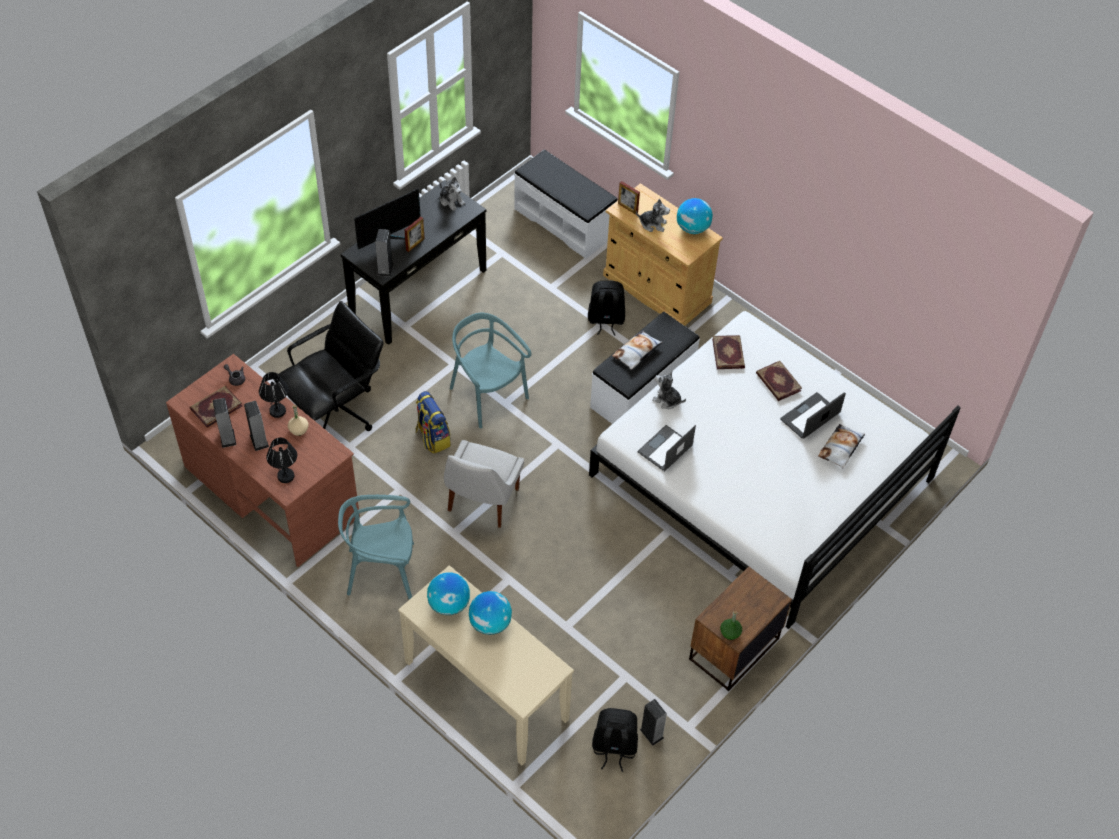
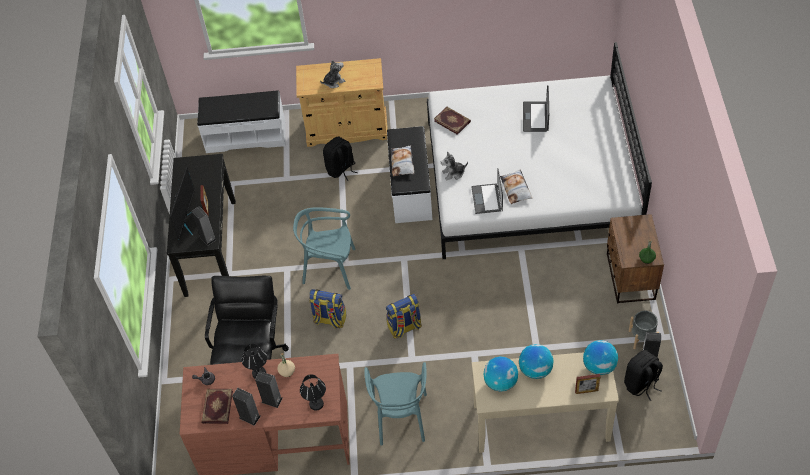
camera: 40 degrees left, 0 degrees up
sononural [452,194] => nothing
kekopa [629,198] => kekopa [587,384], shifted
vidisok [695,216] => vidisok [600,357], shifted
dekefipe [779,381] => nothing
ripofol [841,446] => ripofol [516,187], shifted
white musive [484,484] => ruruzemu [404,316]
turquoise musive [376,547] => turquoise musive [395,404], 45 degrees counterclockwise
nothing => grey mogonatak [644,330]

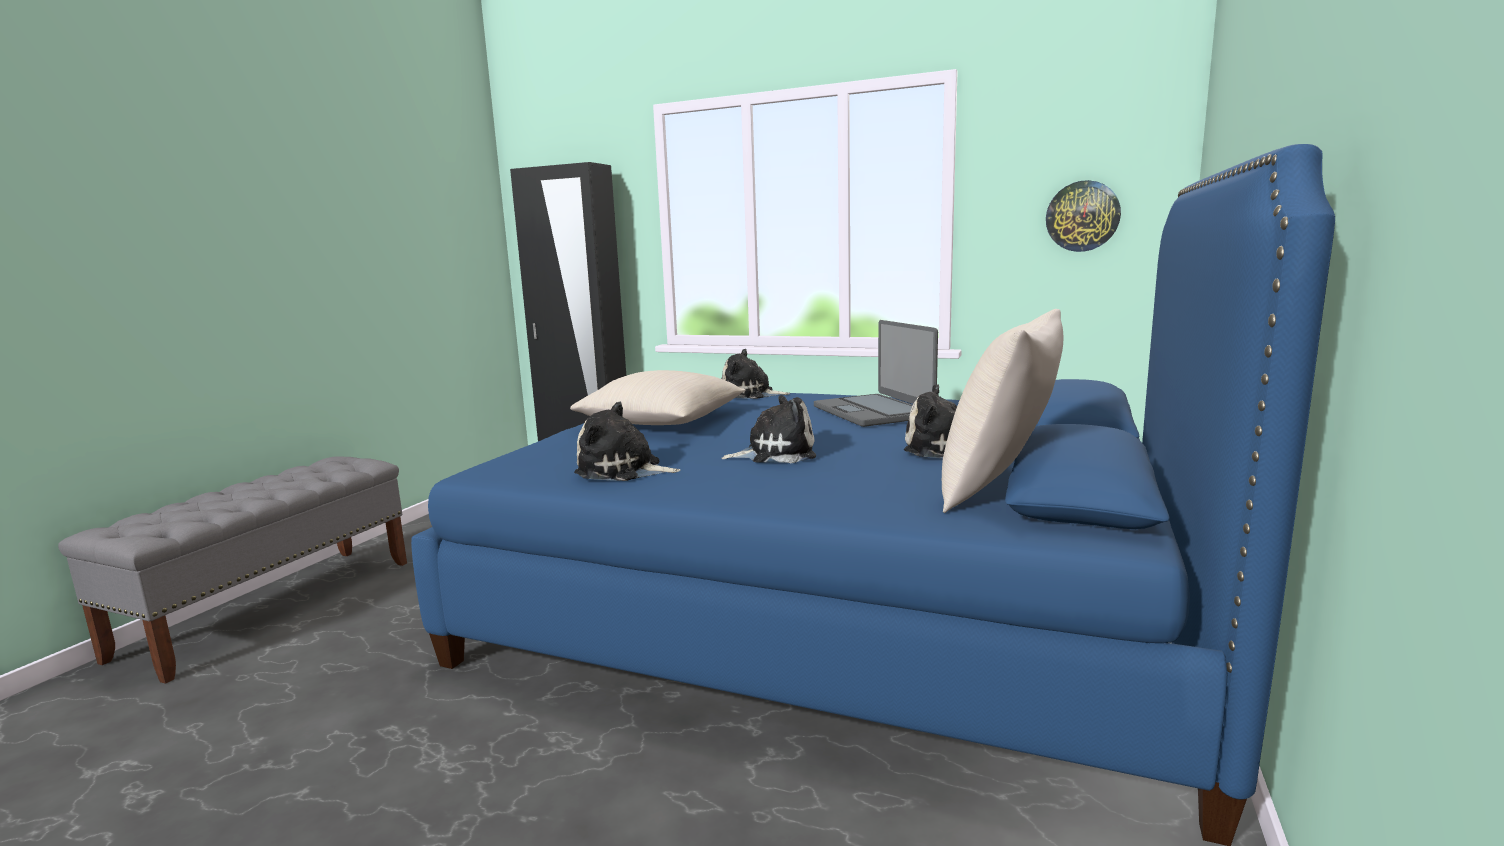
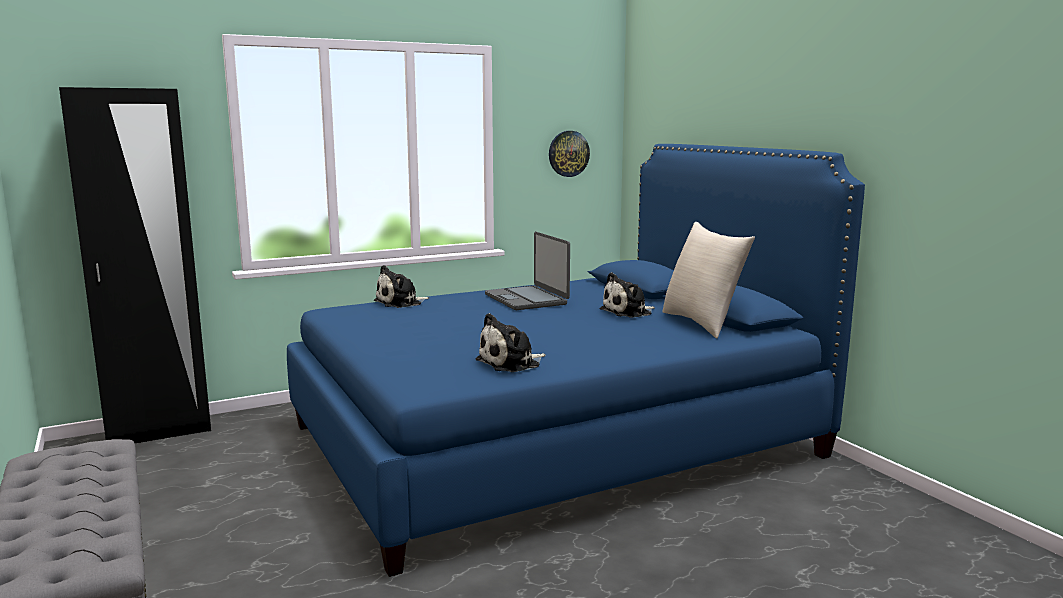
camera: 50 degrees left, 0 degrees up
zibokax [876,373] => zibokax [527,271], 45 degrees clockwise
beige ripofol [658,397] => nothing
sononural [768,429] => nothing

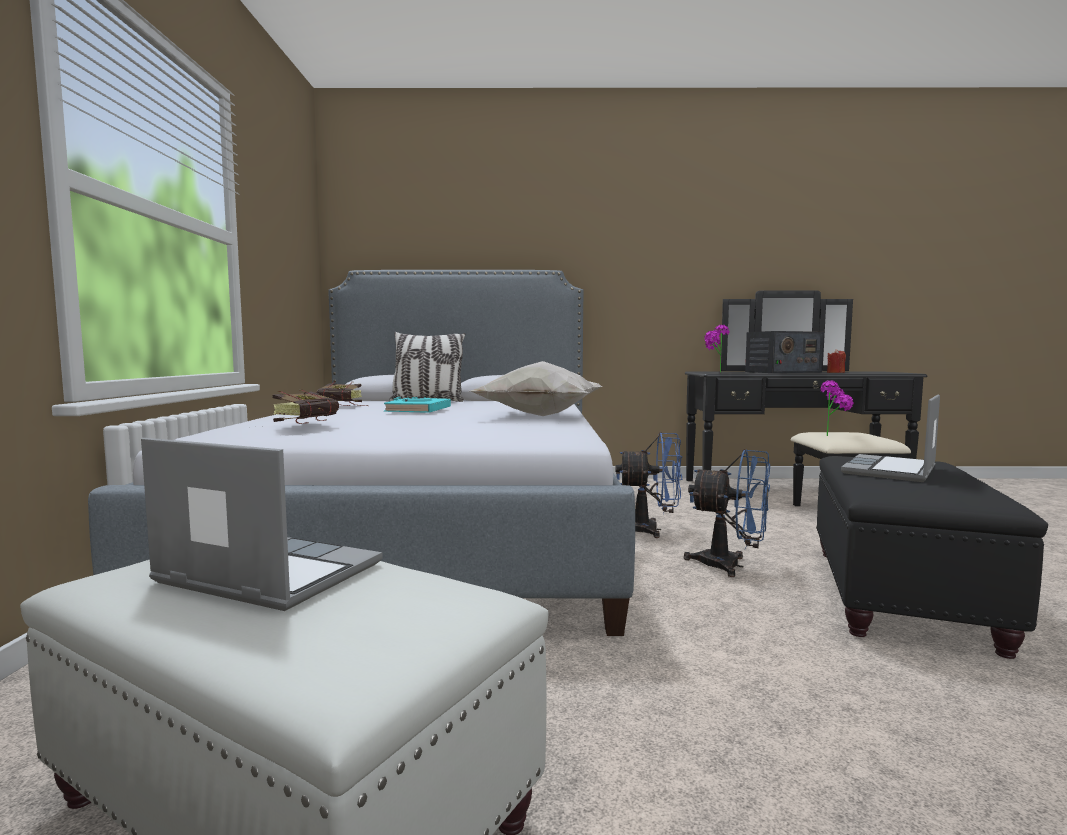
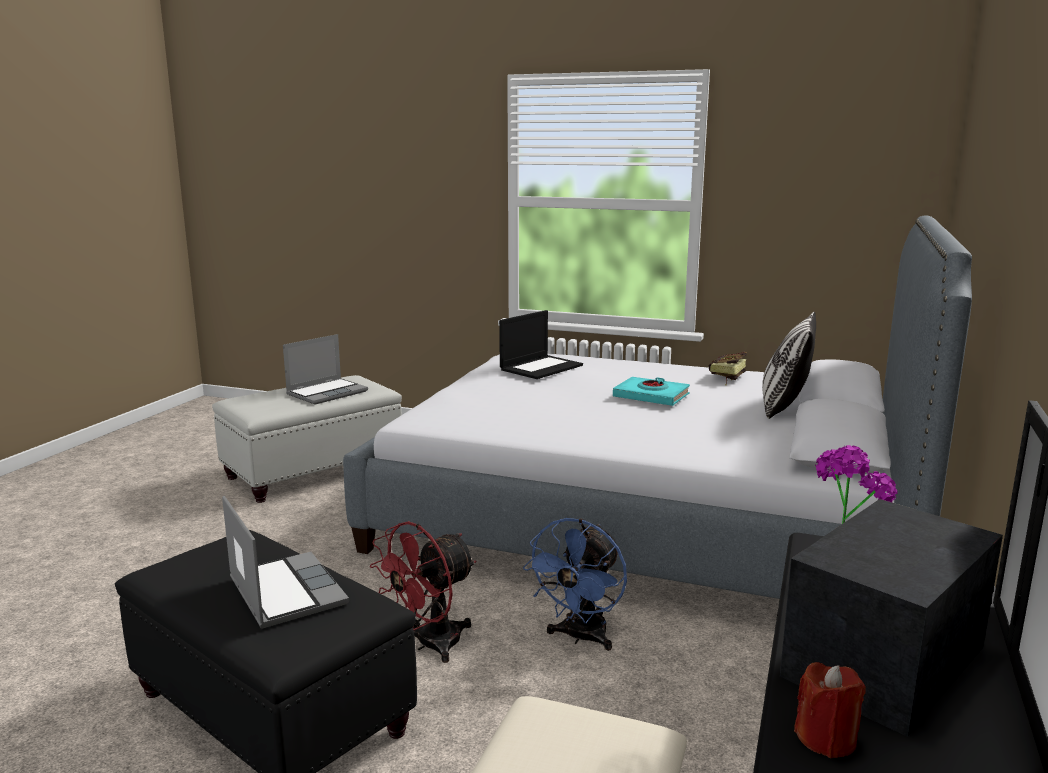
camera: 110 degrees right, 10 degrees up
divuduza [784,352] => divuduza [891,618], 45 degrees clockwise
white ripofol [536,388] => nothing
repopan [837,408] => nothing
dekefipe [305,406] => zibokax [541,344]
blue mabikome [727,513] => red mabikome [423,592]

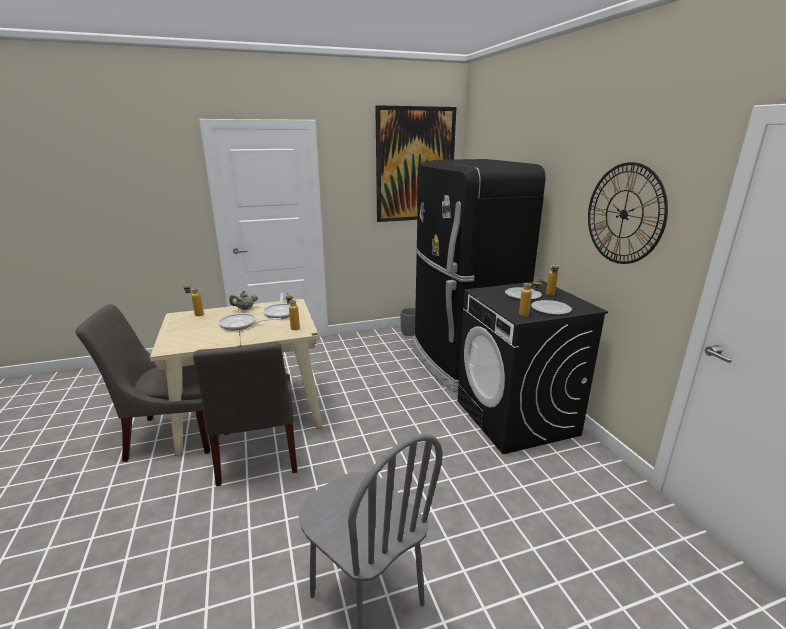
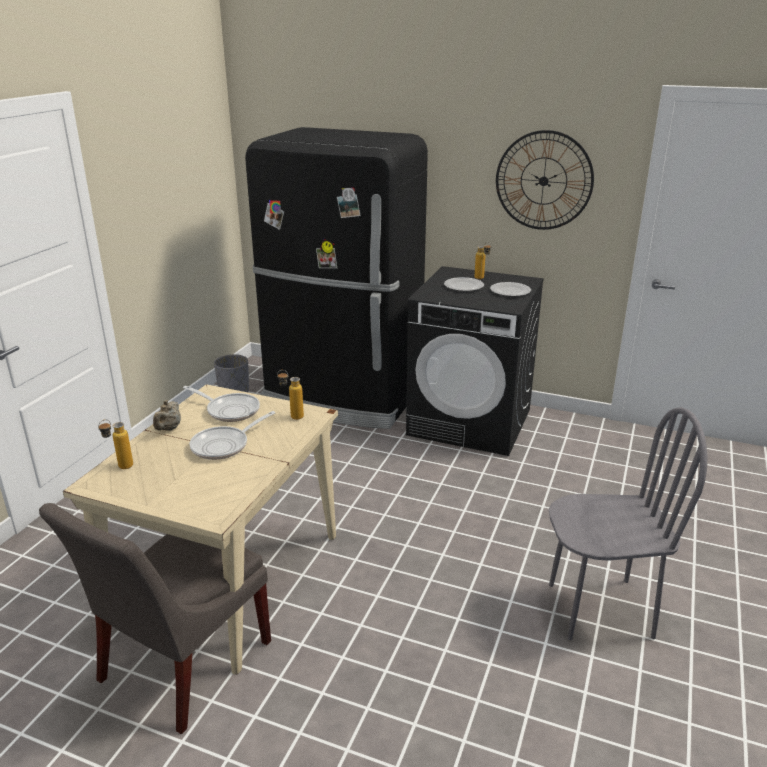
camera: 50 degrees left, 5 degrees up
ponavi [416,163] => nothing
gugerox [530,297] => nothing
grey musive [245,414] => nothing

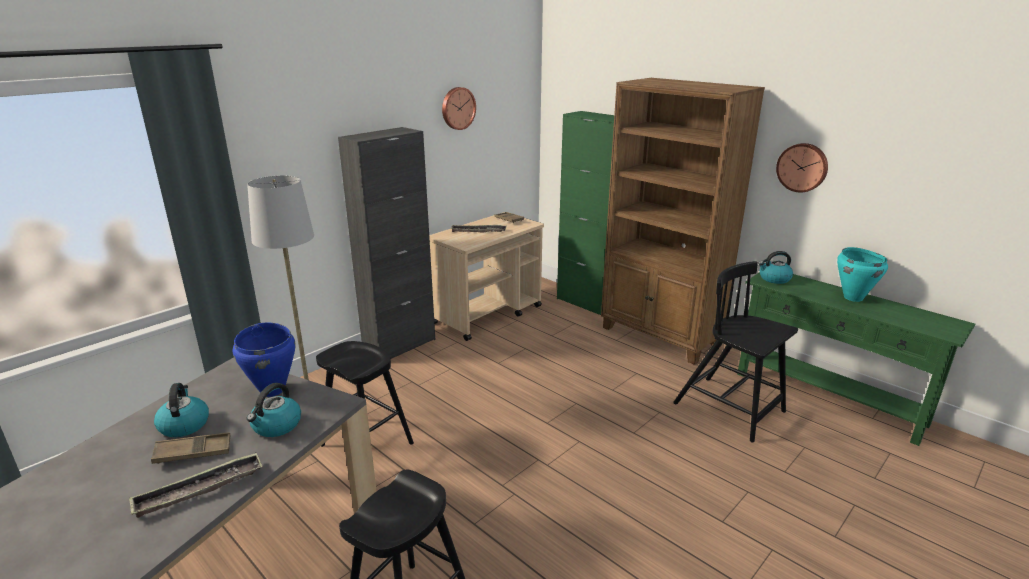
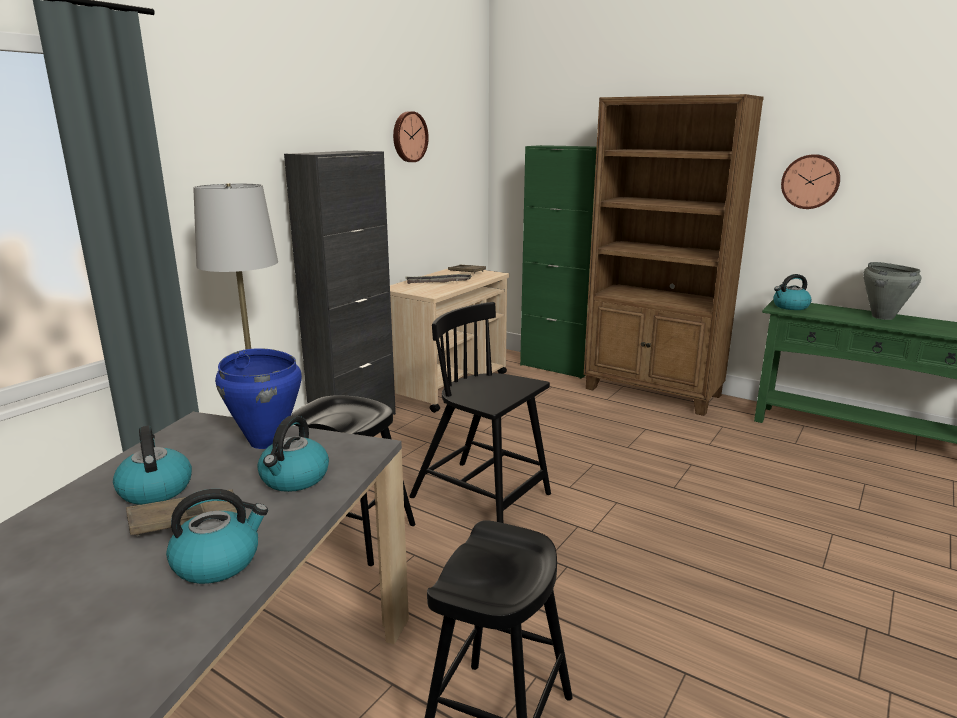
camera: 10 degrees left, 5 degrees down
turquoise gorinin [862,274] => grey gorinin [893,291]
black musive [735,351] => black musive [480,412], shifted
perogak [195,485] => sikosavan [217,536]

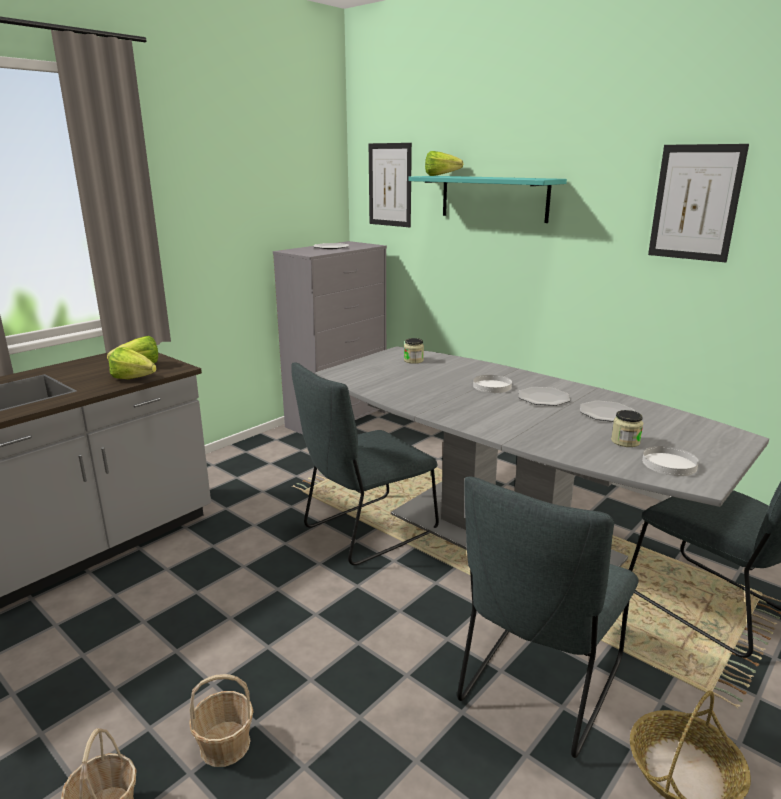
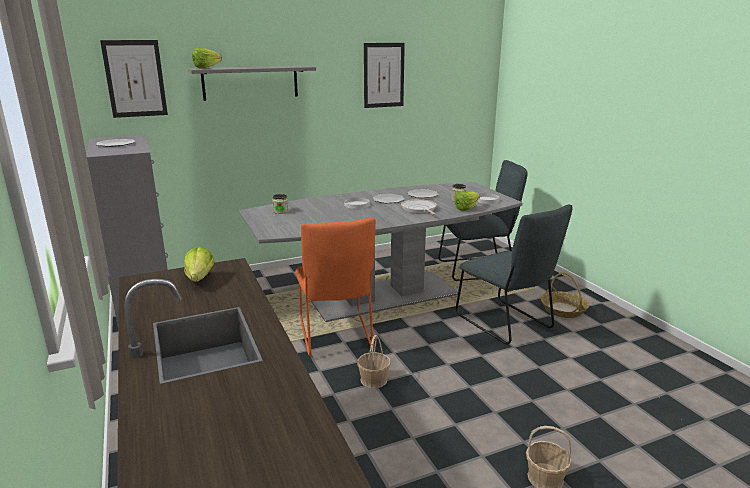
camera: 65 degrees left, 0 degrees up
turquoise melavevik [487,199] => grey melavevik [252,83]
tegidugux [133,363] => tegidugux [467,201], shifted
grey musive [365,463] => orange musive [336,287]
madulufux [221,720] => madulufux [374,361], shifted
nothing => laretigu [419,207]

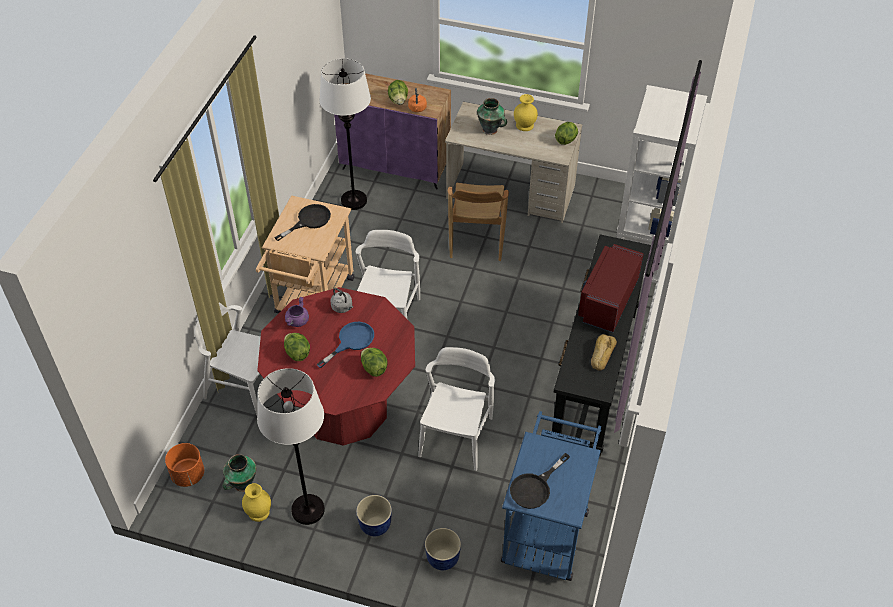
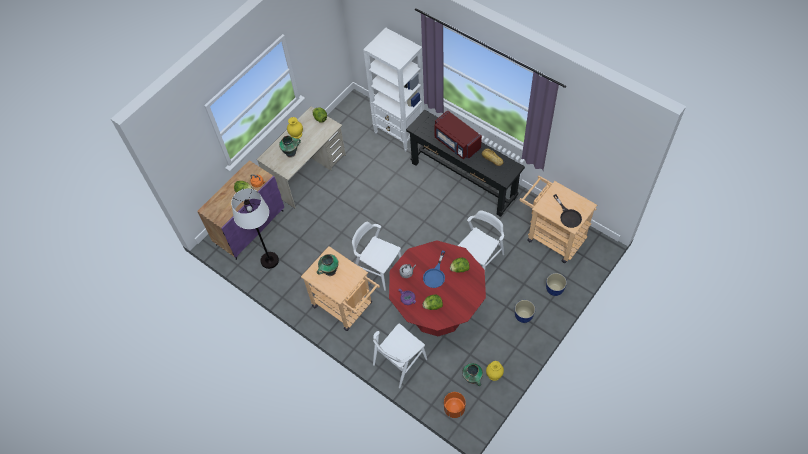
camera: 65 degrees left, 10 degrees up
brown musive [478,221] => nothing
black laretigu [302,222] => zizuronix [328,265]
blue laretigu [345,345] => blue laretigu [434,269], 135 degrees counterclockwise
white musive [456,409] => white musive [481,240], 90 degrees clockwise
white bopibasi [291,446] => nothing
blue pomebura [551,496] => beige pomebura [558,219]

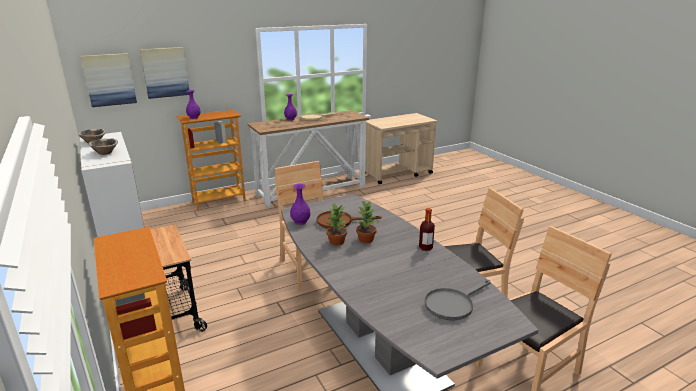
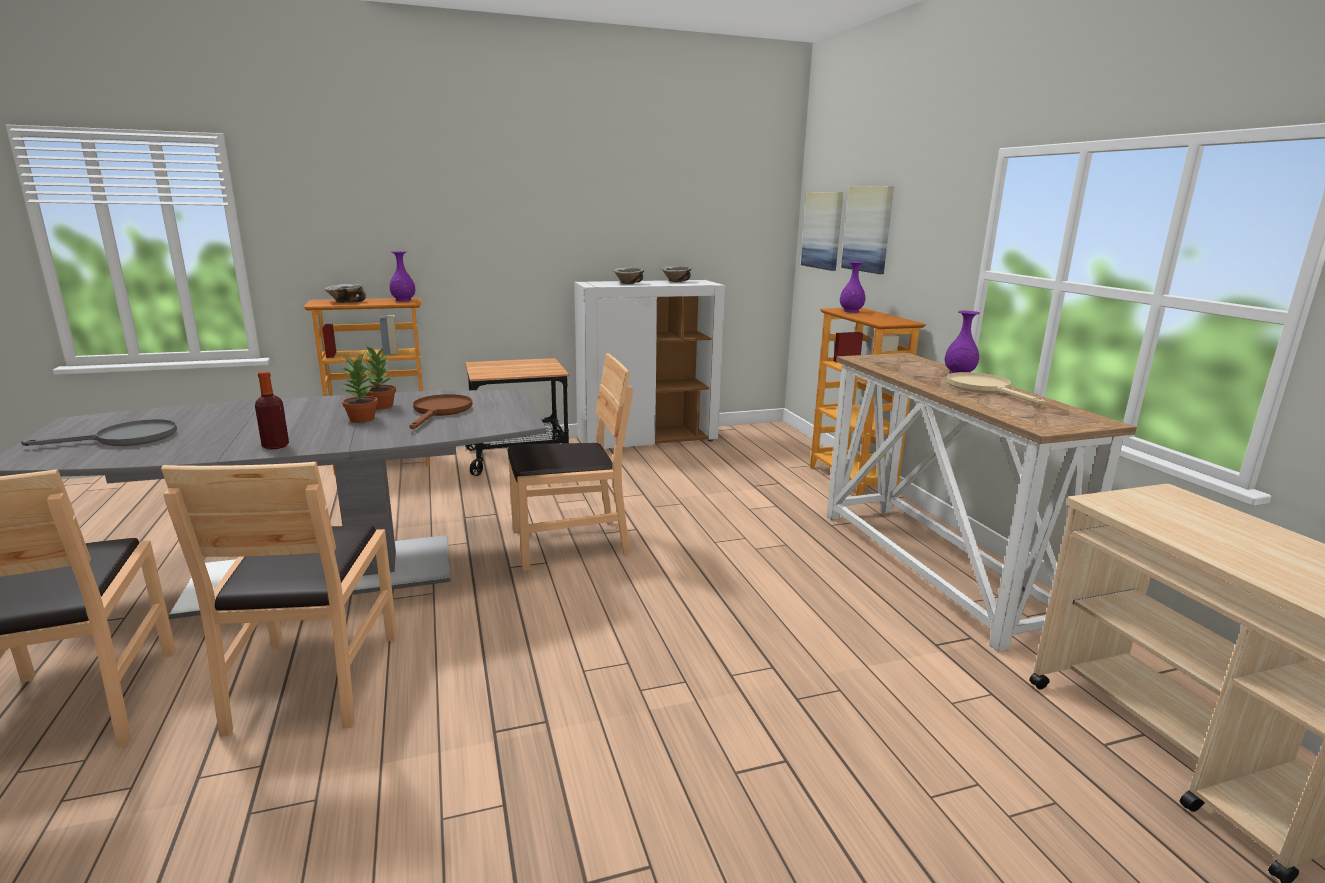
camera: 100 degrees right, 5 degrees down
purple zizuronix [300,204] => purple zizuronix [402,276], shifted
grey laretigu [458,300] => grey laretigu [99,432], 90 degrees clockwise
nothing => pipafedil [345,293]

